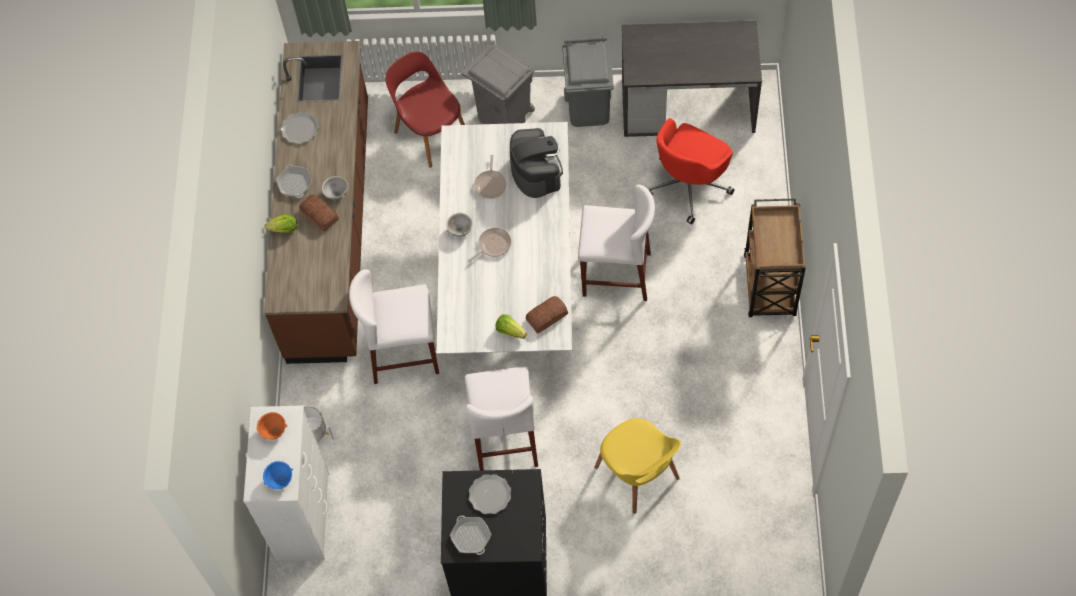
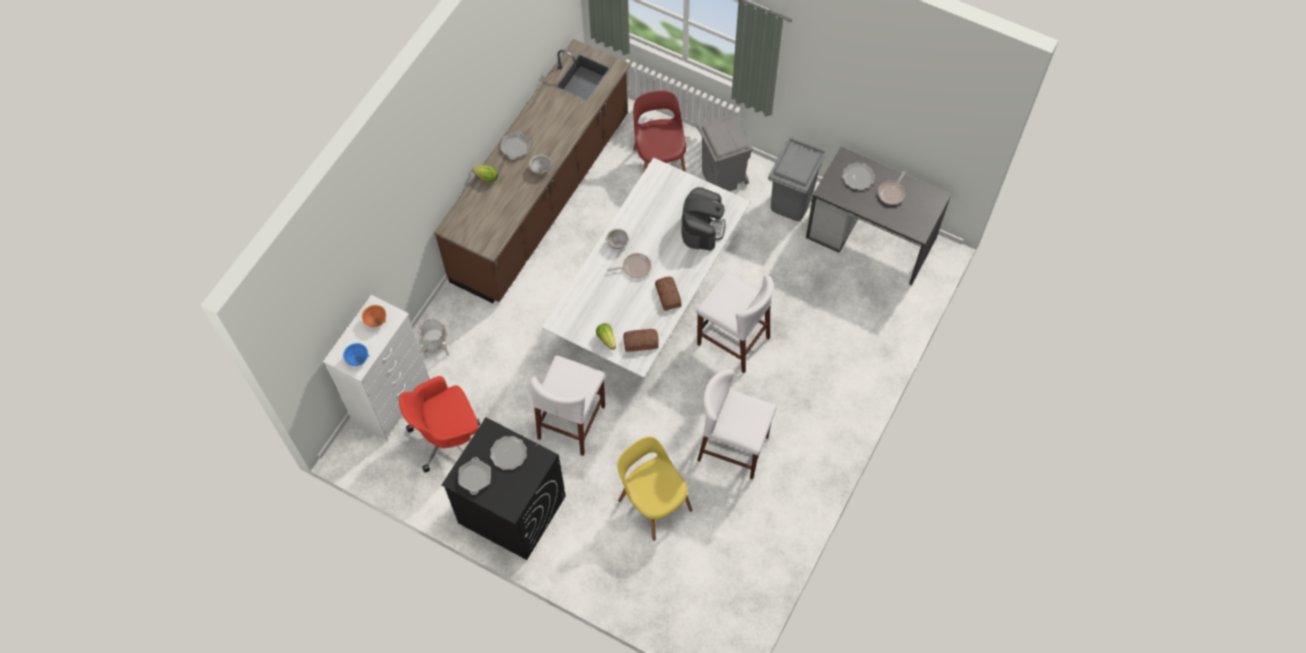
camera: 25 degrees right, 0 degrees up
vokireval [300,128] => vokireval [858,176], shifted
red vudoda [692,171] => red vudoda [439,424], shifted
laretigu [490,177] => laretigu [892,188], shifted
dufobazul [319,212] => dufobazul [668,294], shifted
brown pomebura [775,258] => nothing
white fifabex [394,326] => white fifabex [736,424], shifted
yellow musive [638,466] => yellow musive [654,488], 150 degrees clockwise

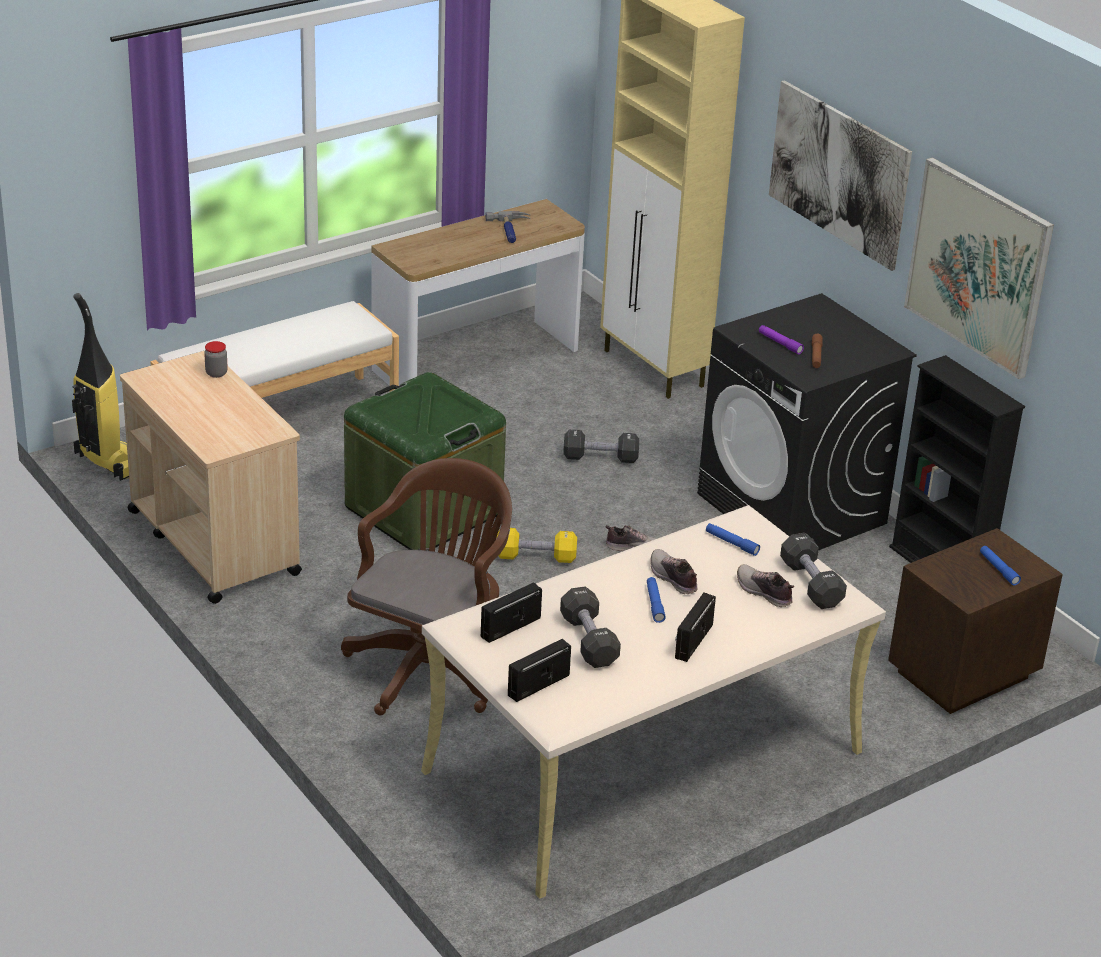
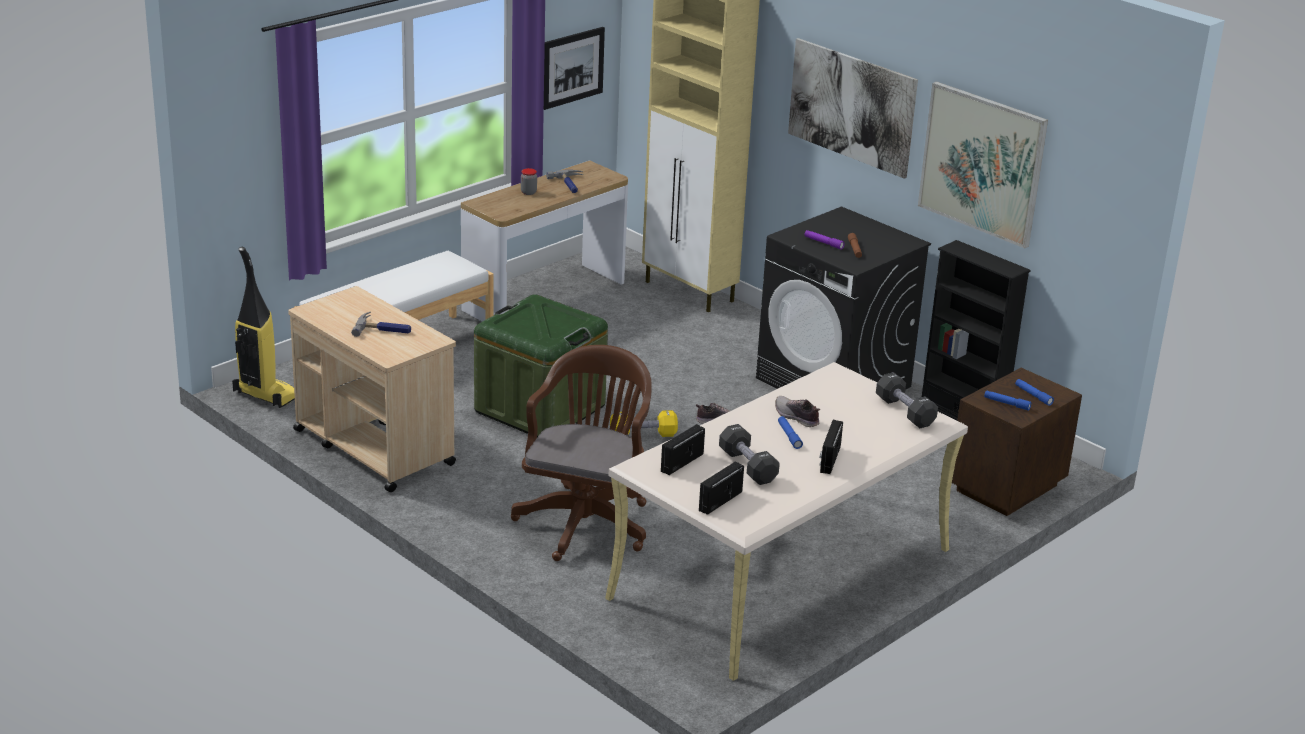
camera: 10 degrees left, 5 degrees down
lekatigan [216,359] => lekatigan [529,181], shifted
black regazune [601,446] => nothing
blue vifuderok [733,539] => blue vifuderok [1007,401], shifted
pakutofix [765,585] => nothing
nothing => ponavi [574,68]
nothing => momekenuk [381,324]

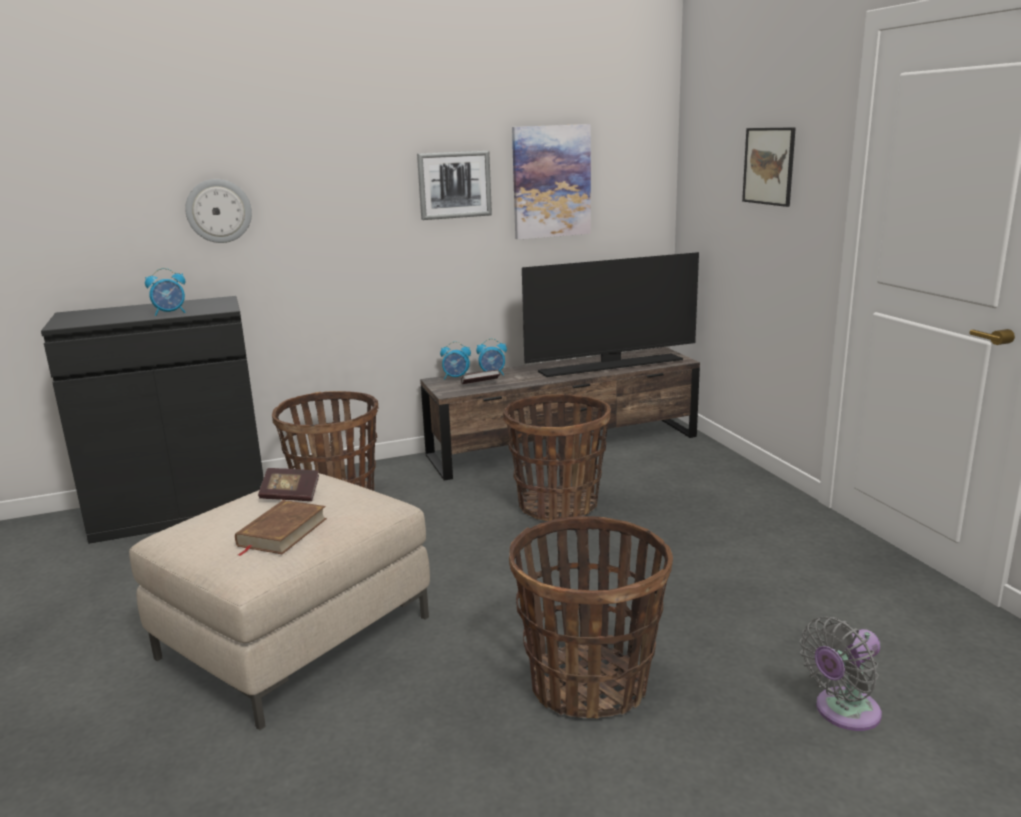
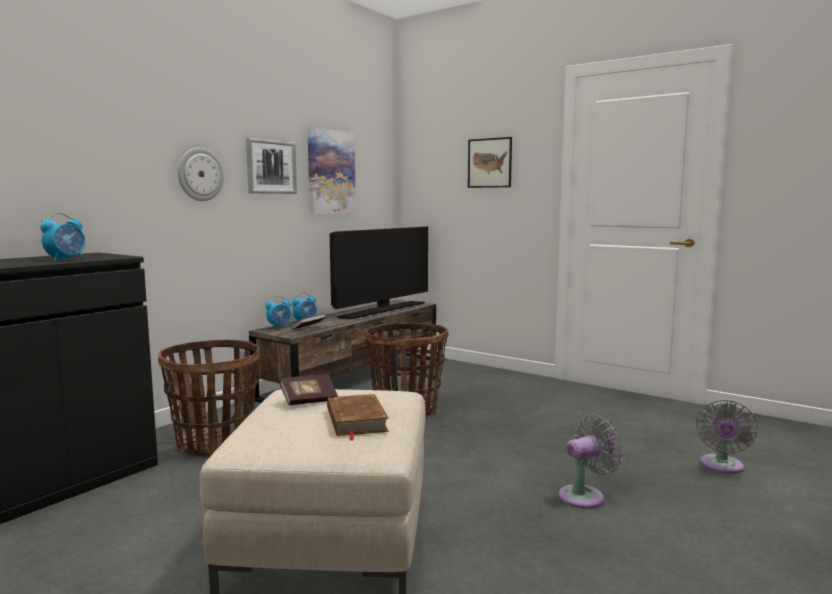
camera: 35 degrees left, 10 degrees down
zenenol [218,211] => zenenol [201,174], shifted
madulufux [591,617] => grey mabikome [590,462]

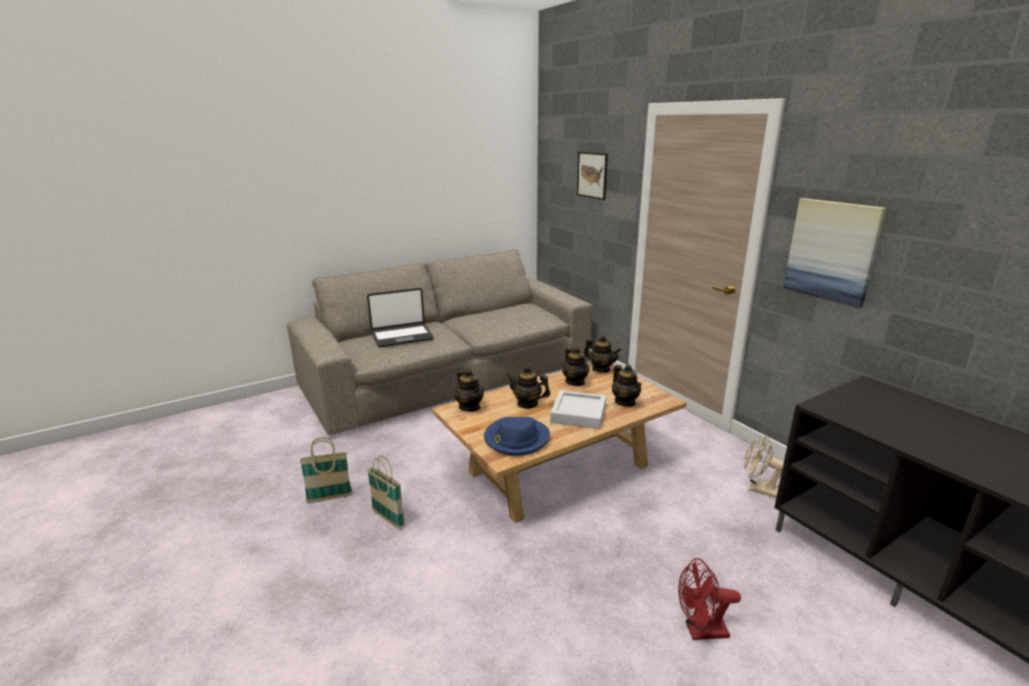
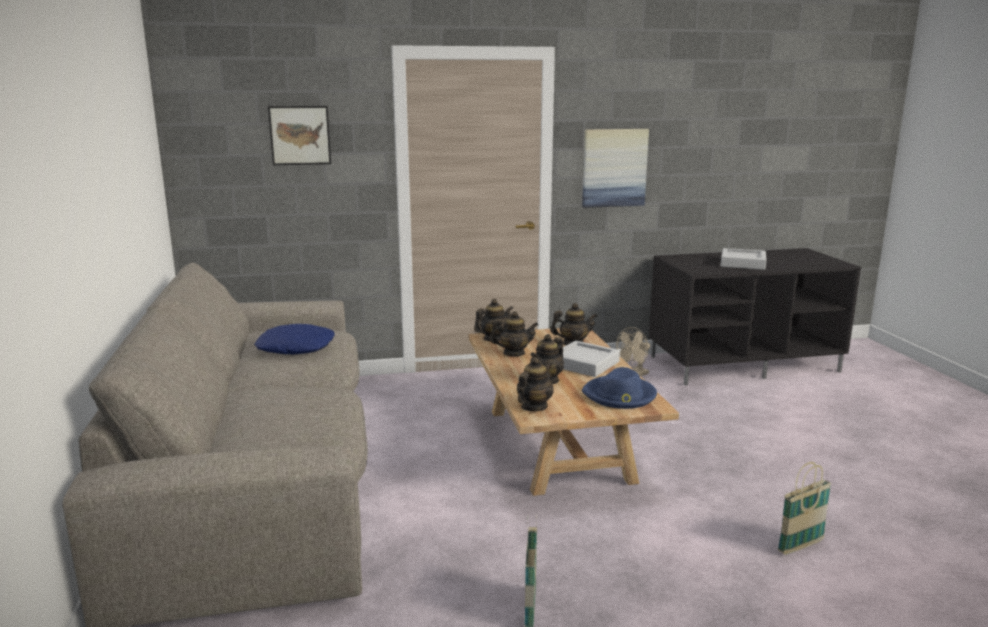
camera: 70 degrees left, 5 degrees down
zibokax [400,317] => nothing
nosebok [469,390] => nosebok [535,384], 45 degrees counterclockwise
madulufux [386,492] => madulufux [804,508], shifted
red mabikome [709,599] => nothing
nothing => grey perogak [743,259]
nothing => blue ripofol [294,339]

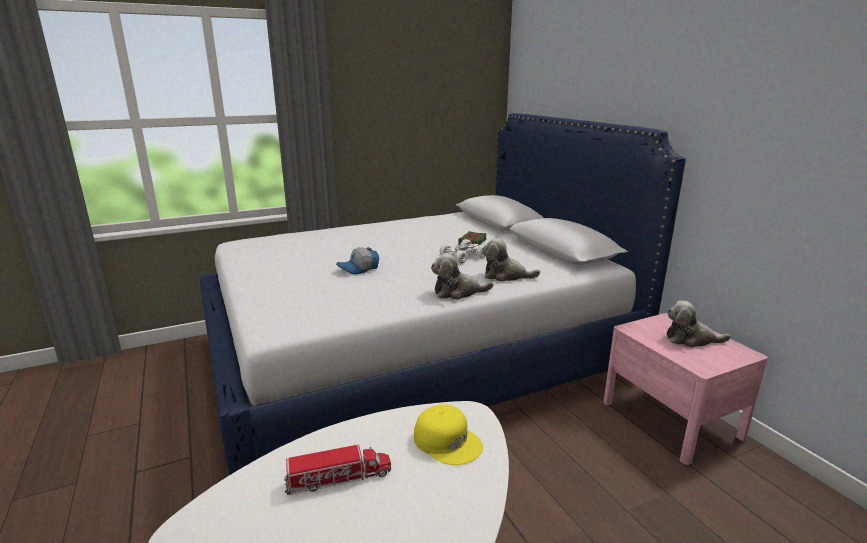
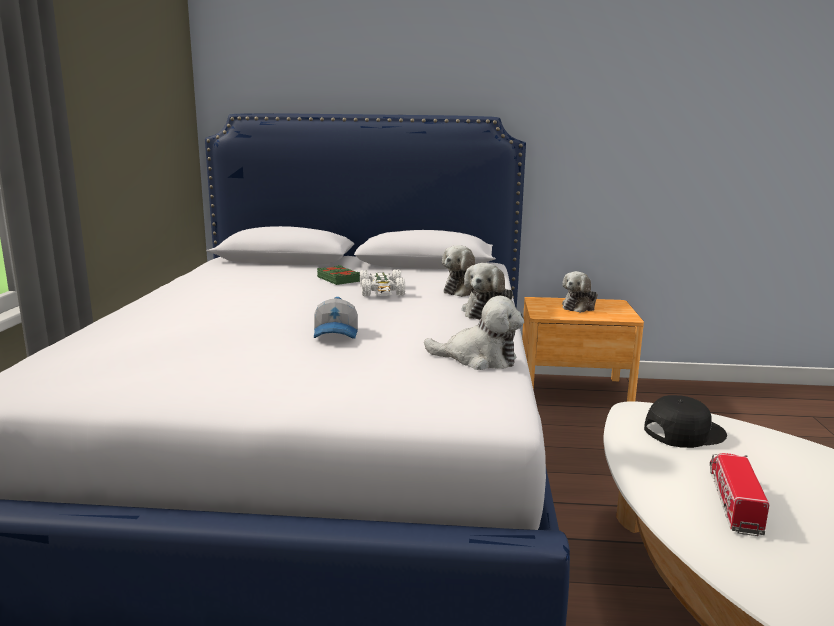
camera: 60 degrees left, 5 degrees down
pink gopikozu [685,389] => brown gopikozu [583,349]
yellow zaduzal [448,434] => black zaduzal [685,421]
nothing => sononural [474,333]

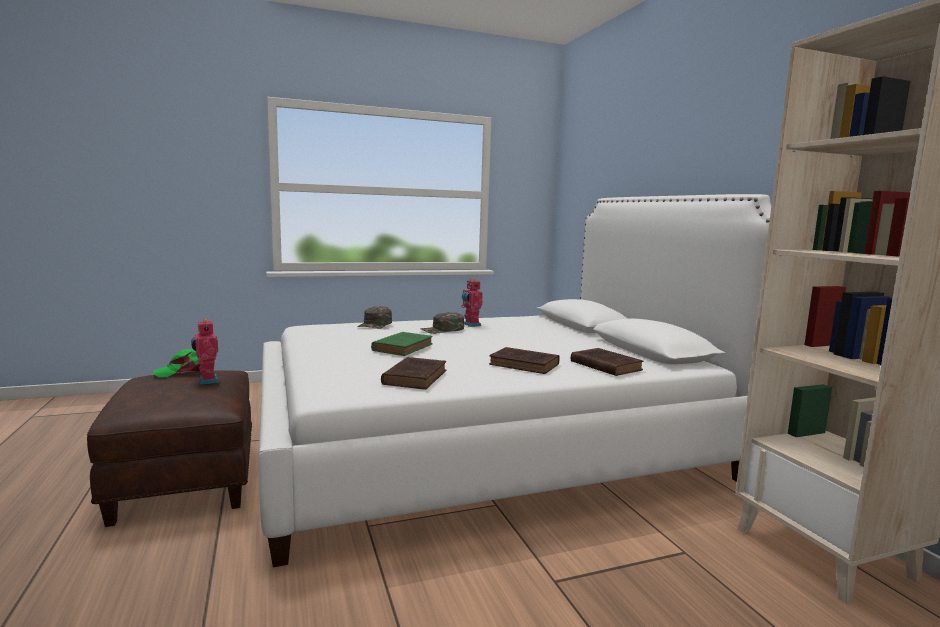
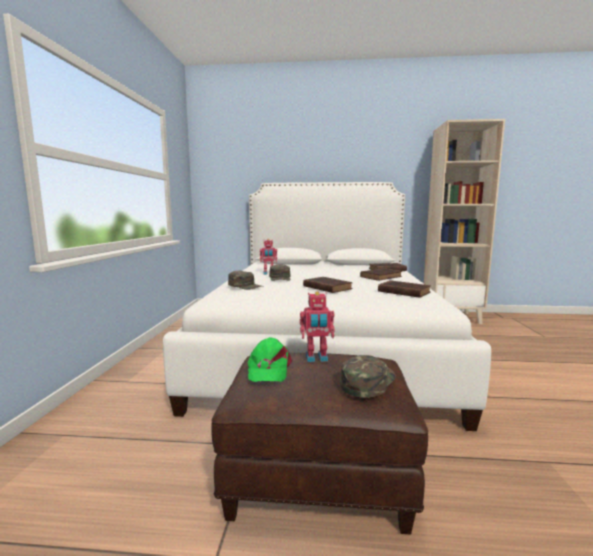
camera: 65 degrees left, 0 degrees up
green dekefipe [402,344] => brown dekefipe [328,285]
nothing => green zaduzal [368,376]

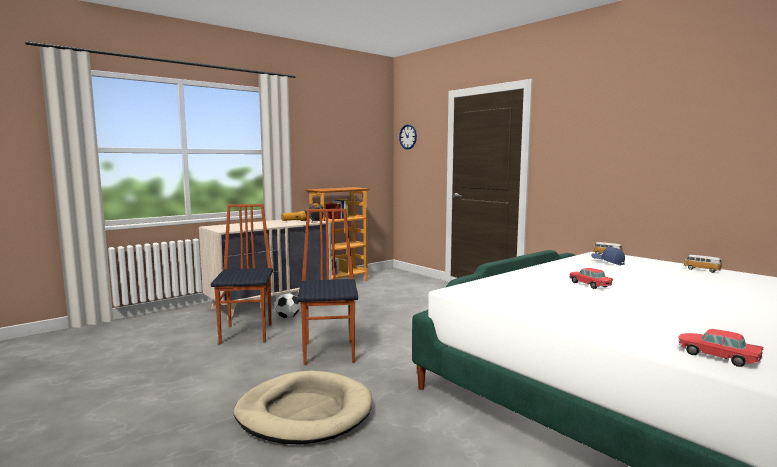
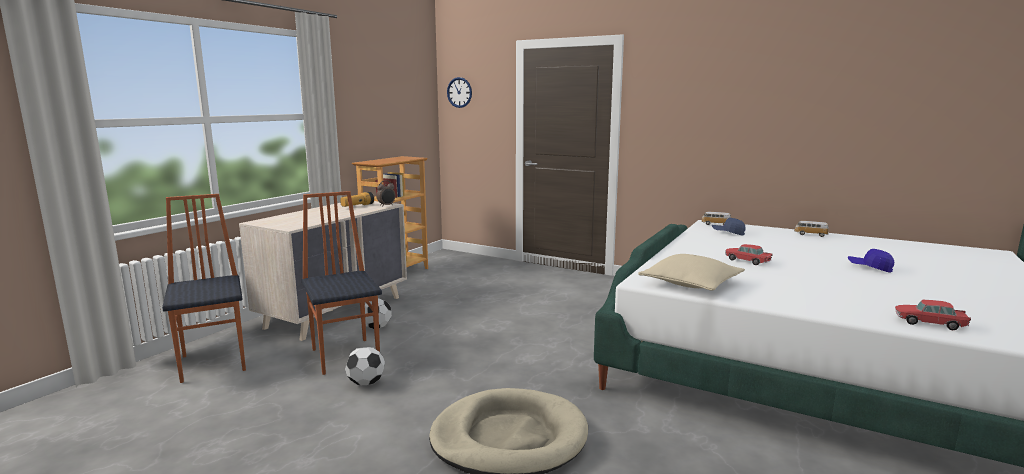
camera: 20 degrees left, 5 degrees up
musive [327,287] => musive [204,288], shifted
nothing => blue zaduzal [871,261]
nothing => beige ripofol [691,272]
nothing => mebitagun [365,366]

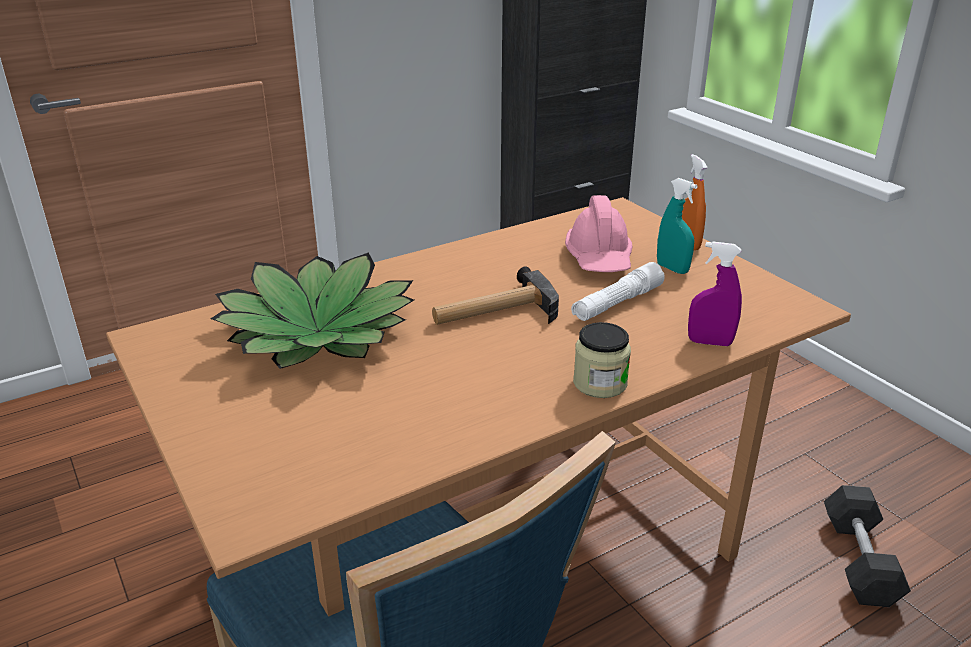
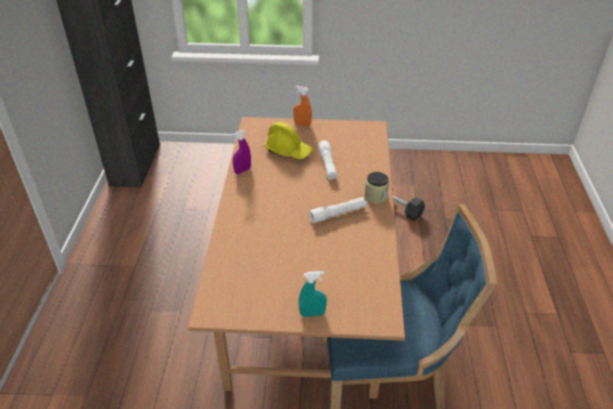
camera: 55 degrees left, 10 degrees up
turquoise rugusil [677,226] => turquoise rugusil [313,294], shifted
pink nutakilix [598,233] => yellow nutakilix [288,140]
purple rugusil [715,293] => purple rugusil [241,152], shifted
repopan [312,311] => nothing
momekenuk [495,296] => nothing
nothing => white vifuderok [338,210]

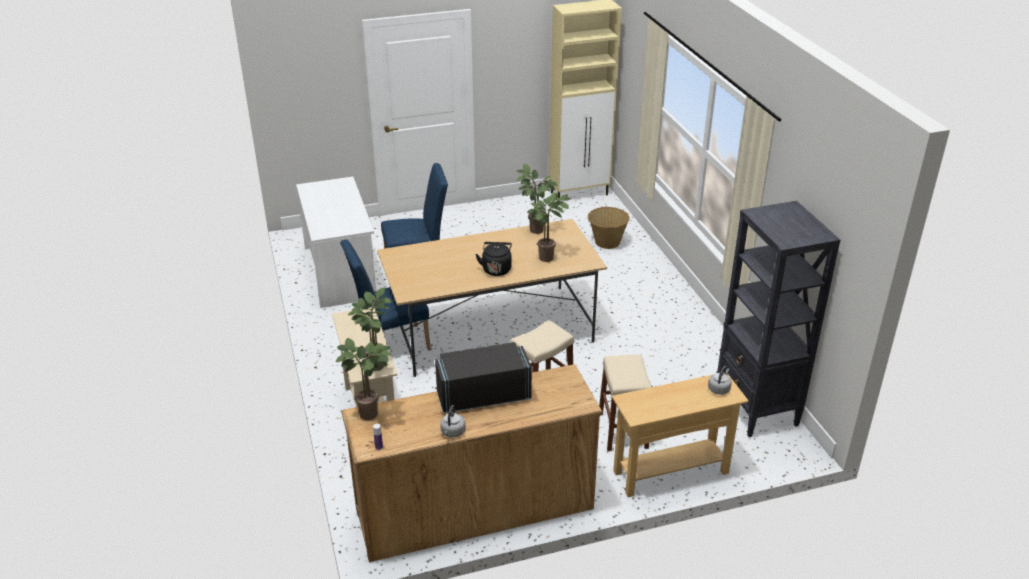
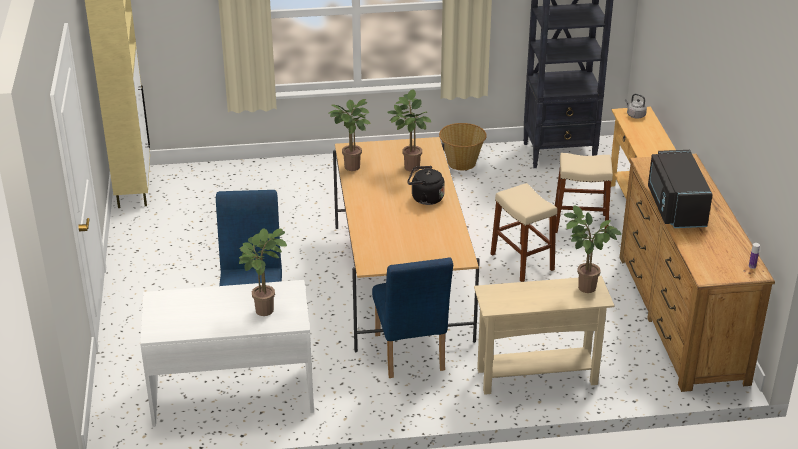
camera: 80 degrees left, 0 degrees up
madulufux [609,228] => madulufux [463,146], shifted
repopan [363,379] => repopan [263,272], shifted
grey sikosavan [453,421] => nothing

